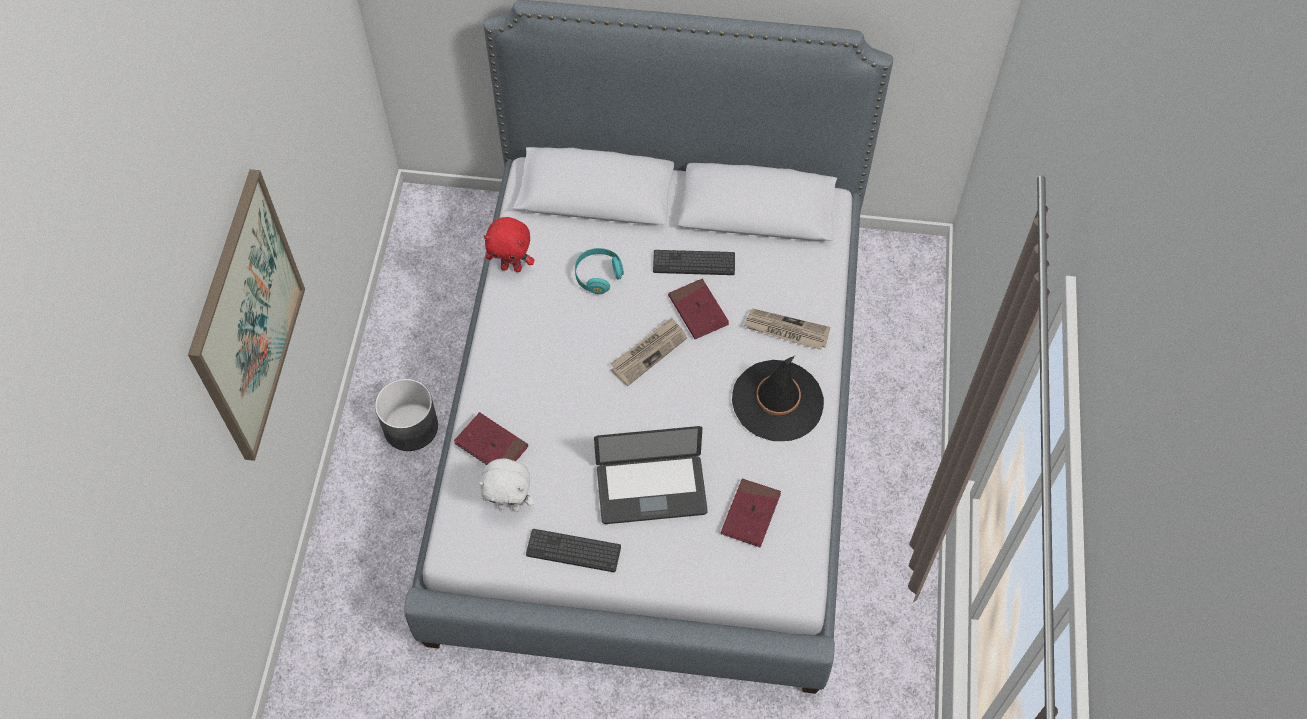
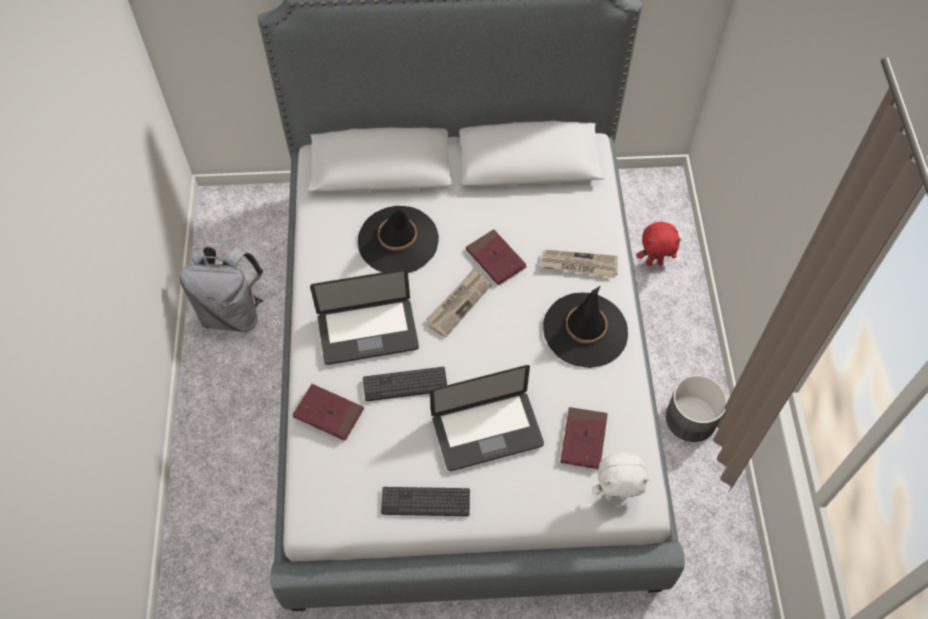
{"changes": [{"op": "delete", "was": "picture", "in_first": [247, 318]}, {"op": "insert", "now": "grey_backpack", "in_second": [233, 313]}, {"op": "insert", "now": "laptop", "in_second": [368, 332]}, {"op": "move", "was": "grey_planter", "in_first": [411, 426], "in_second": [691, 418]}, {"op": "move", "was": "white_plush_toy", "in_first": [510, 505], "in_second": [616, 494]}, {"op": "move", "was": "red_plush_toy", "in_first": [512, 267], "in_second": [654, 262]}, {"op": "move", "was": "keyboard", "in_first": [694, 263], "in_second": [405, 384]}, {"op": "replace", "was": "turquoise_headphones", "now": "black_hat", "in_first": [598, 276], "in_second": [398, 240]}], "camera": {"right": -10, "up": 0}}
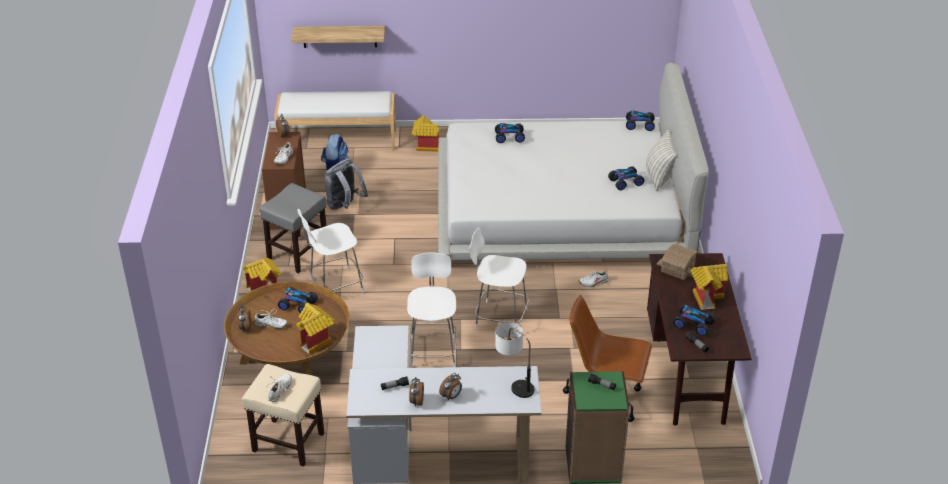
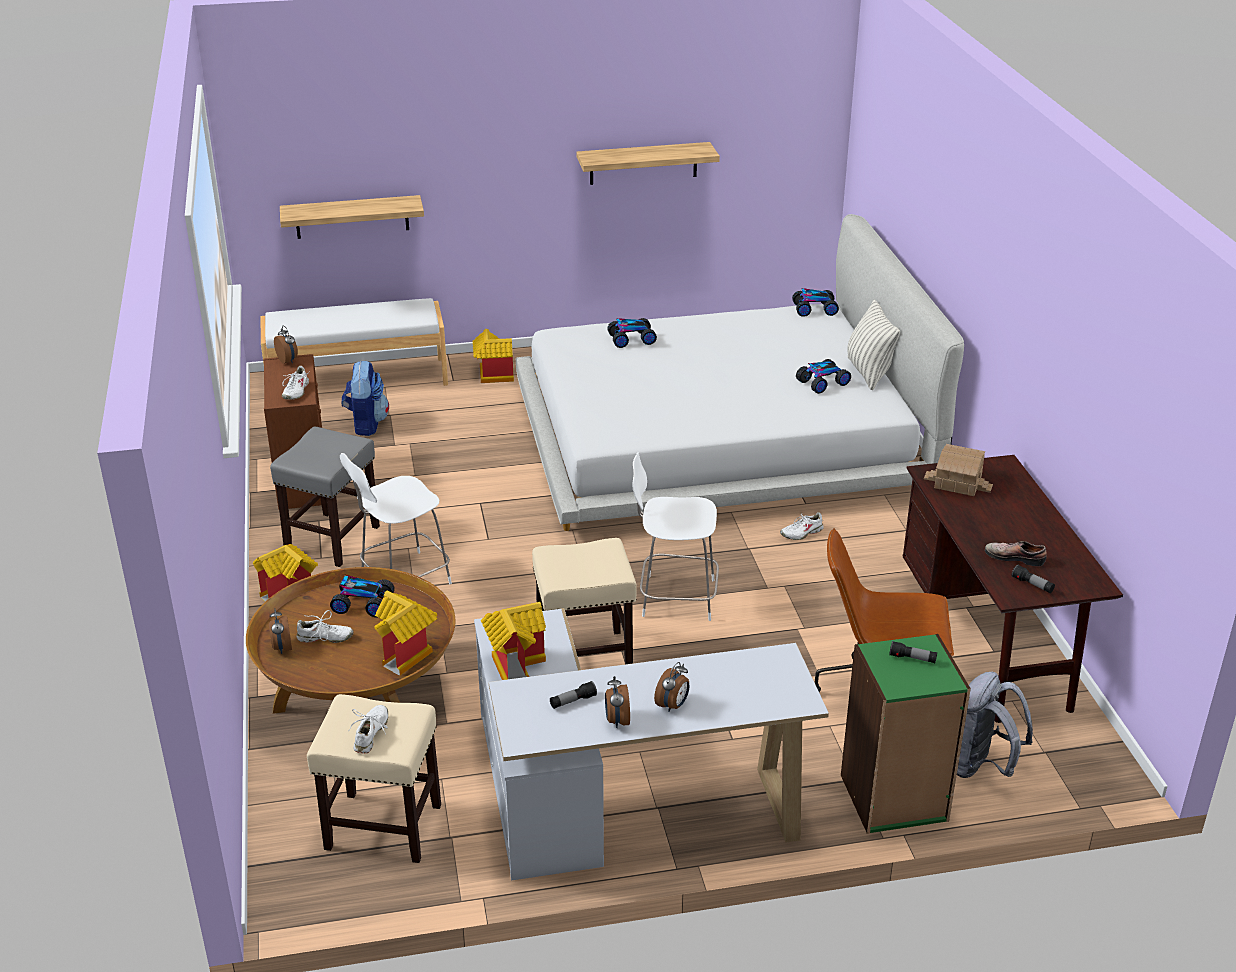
{"changes": [{"op": "delete", "was": "table_lamp", "in_first": [514, 383]}, {"op": "insert", "now": "shelf", "in_second": [643, 163]}, {"op": "move", "was": "grey_backpack", "in_first": [345, 206], "in_second": [979, 766]}, {"op": "move", "was": "toy_house", "in_first": [706, 296], "in_second": [515, 663]}, {"op": "replace", "was": "white_chair", "now": "beige_stool", "in_first": [433, 350], "in_second": [585, 656]}, {"op": "replace", "was": "toy_car", "now": "shoe", "in_first": [693, 325], "in_second": [1014, 556]}], "camera": {"right": -10, "up": -5}}
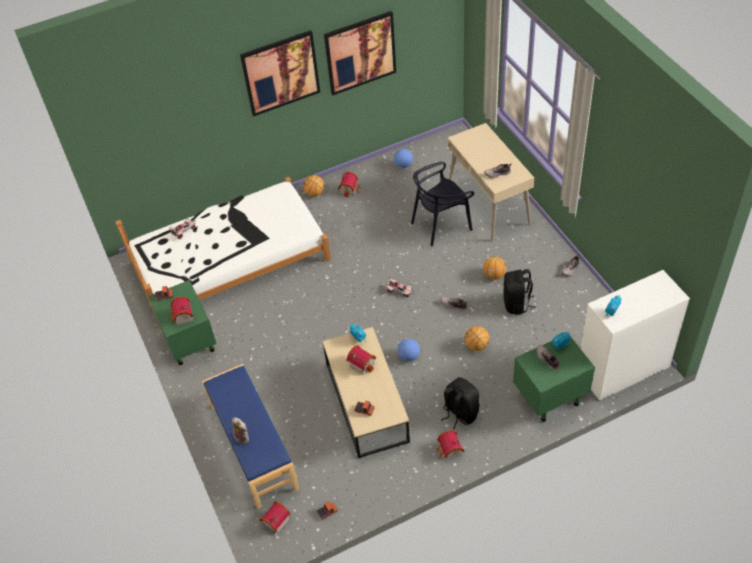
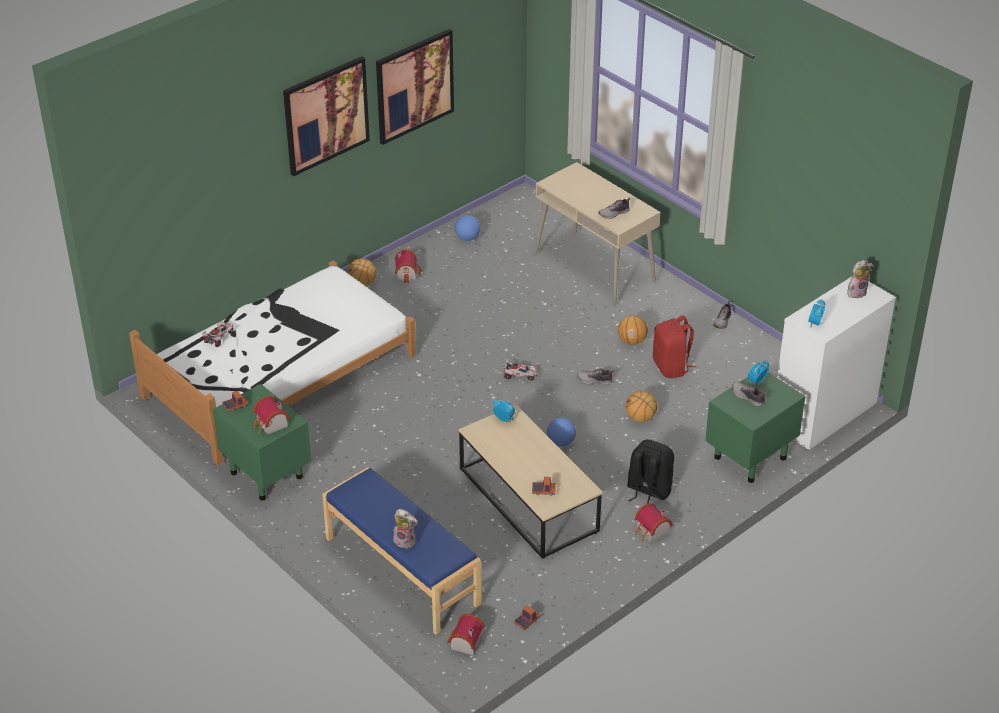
{"changes": [{"op": "delete", "was": "toy_house", "in_first": [362, 363]}, {"op": "delete", "was": "black_chair", "in_first": [441, 225]}, {"op": "insert", "now": "plush_toy", "in_second": [856, 292]}, {"op": "recolor", "was": "black_backpack", "now": "red_backpack", "in_first": [516, 304], "in_second": [671, 367]}], "camera": {"right": -20, "up": -10}}
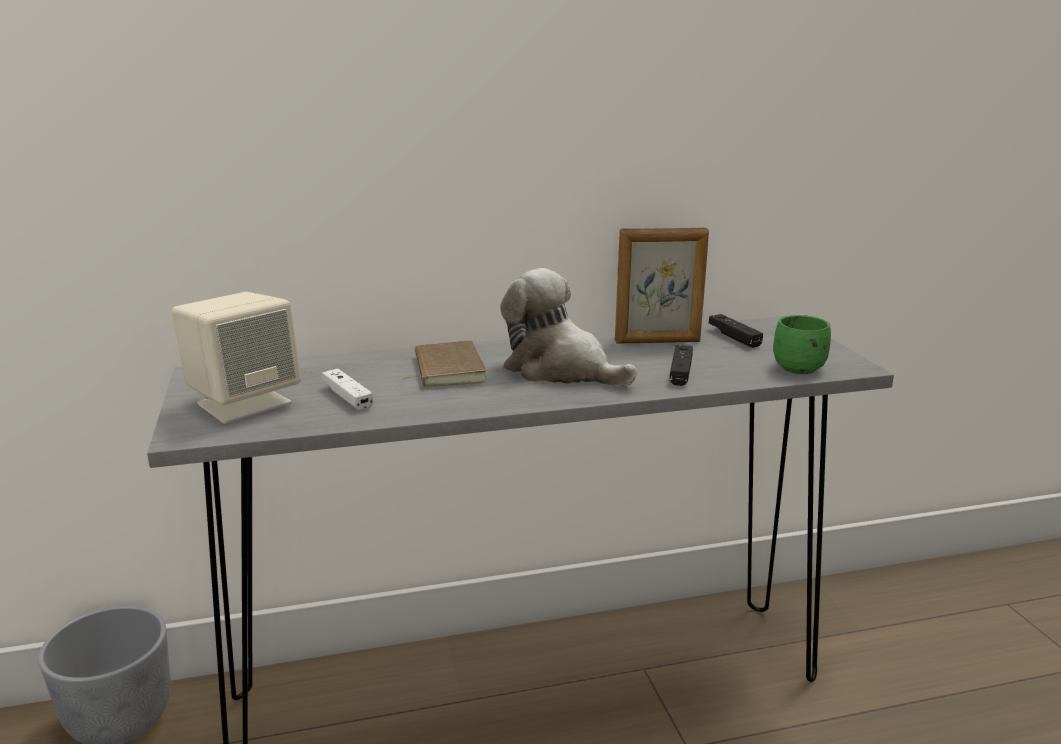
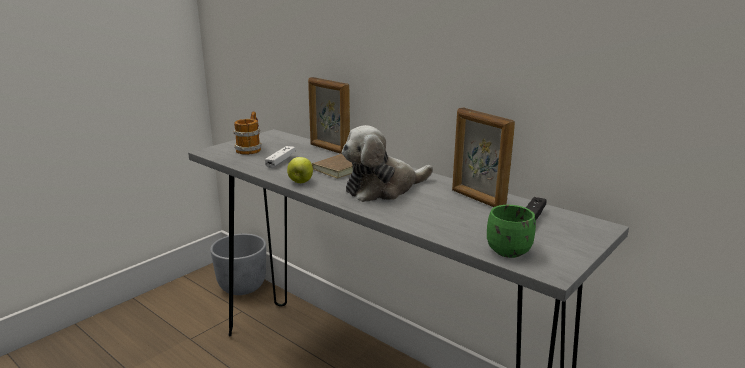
{"changes": [{"op": "delete", "was": "black_game_controller", "in_first": [680, 372]}, {"op": "insert", "now": "apple", "in_second": [300, 182]}, {"op": "insert", "now": "picture_frame", "in_second": [329, 149]}, {"op": "replace", "was": "beige_speaker", "now": "mug", "in_first": [244, 403], "in_second": [251, 149]}, {"op": "rotate", "was": "plush_toy", "in_first": [561, 370], "in_second": [383, 189], "clockwise": -120}], "camera": {"right": 55, "up": 0}}
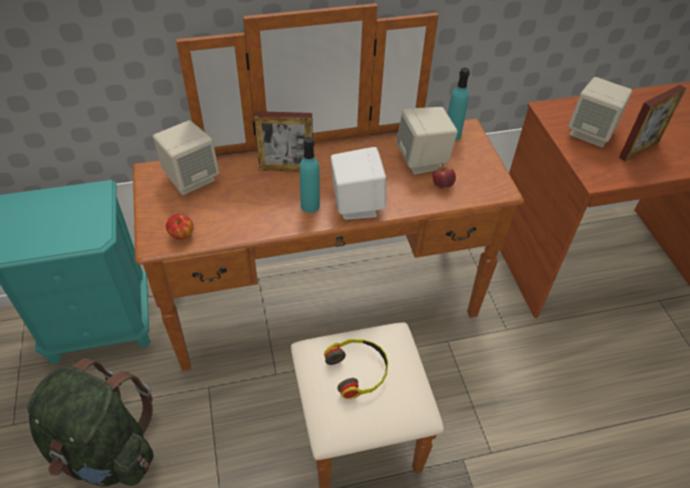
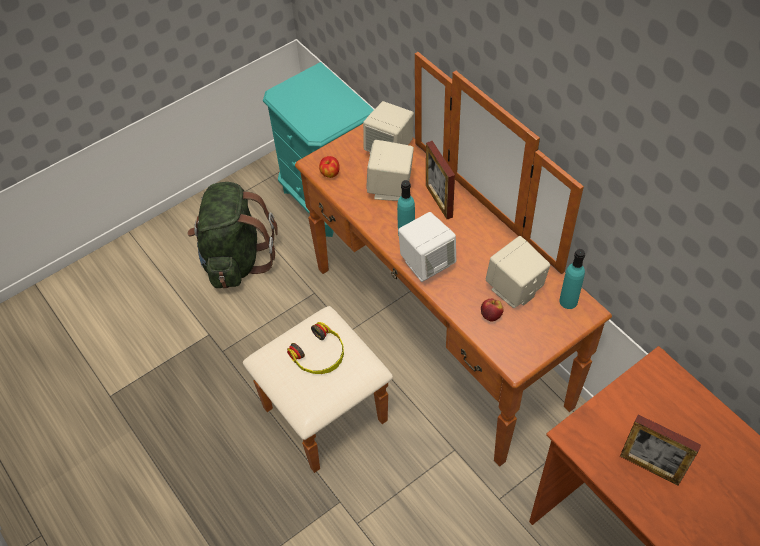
{"changes": [{"op": "move", "was": "beige_speaker", "in_first": [591, 133], "in_second": [391, 188]}], "camera": {"right": 70, "up": 5}}
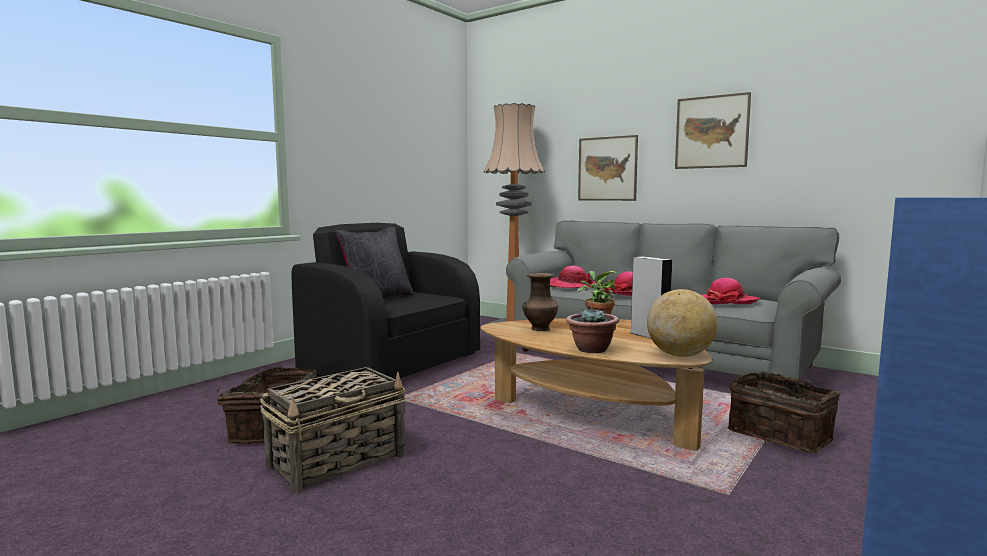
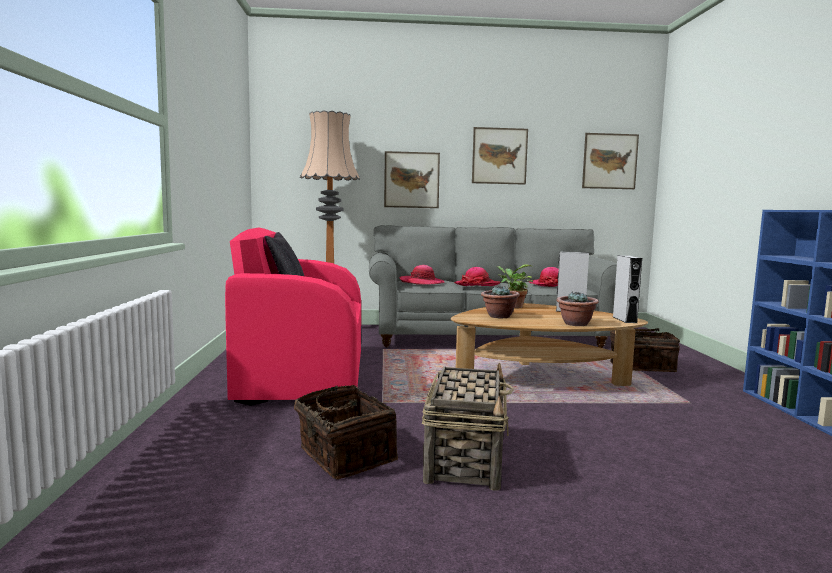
{"changes": [{"op": "insert", "now": "picture", "in_second": [610, 161]}, {"op": "replace", "was": "brown_vase", "now": "potted_plant", "in_first": [539, 329], "in_second": [499, 316]}, {"op": "replace", "was": "globe", "now": "grey_speaker", "in_first": [680, 355], "in_second": [624, 319]}, {"op": "recolor", "was": "black_armchair", "now": "pink_armchair", "in_first": [393, 364], "in_second": [302, 377]}], "camera": {"right": -40, "up": 0}}
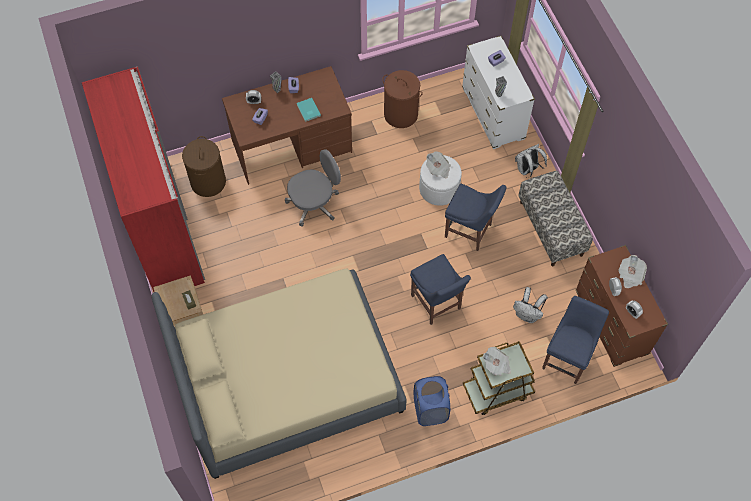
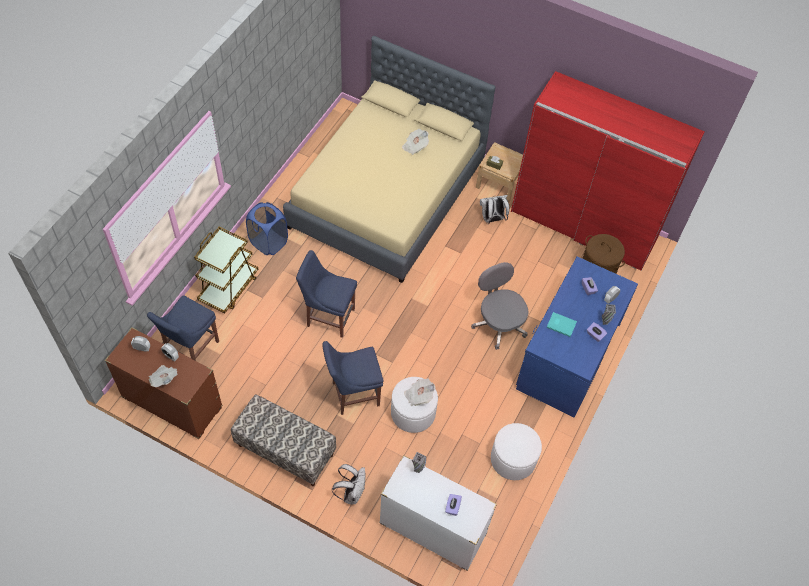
{"changes": [{"op": "move", "was": "newspaper", "in_first": [496, 365], "in_second": [415, 146]}, {"op": "move", "was": "white_backpack", "in_first": [527, 315], "in_second": [492, 219]}, {"op": "replace", "was": "brown_laundry_basket", "now": "white_ottoman", "in_first": [401, 114], "in_second": [513, 459]}, {"op": "recolor", "was": "brown_desk", "now": "blue_desk", "in_first": [292, 146], "in_second": [567, 356]}, {"op": "rotate", "was": "grey_office_chair", "in_first": [314, 203], "in_second": [498, 323], "clockwise": 135}, {"op": "rotate", "was": "blue_chair", "in_first": [567, 358], "in_second": [190, 349], "clockwise": 45}], "camera": {"right": 135, "up": -5}}
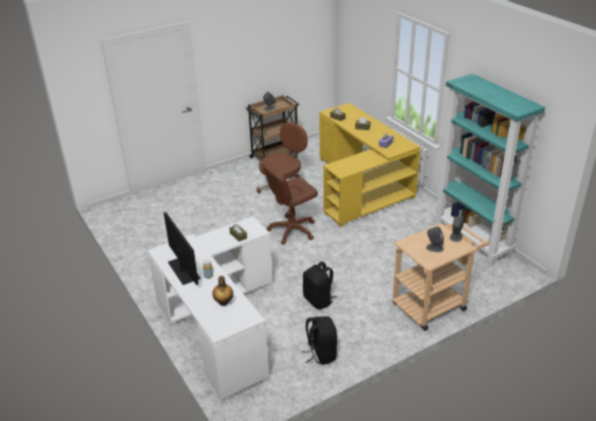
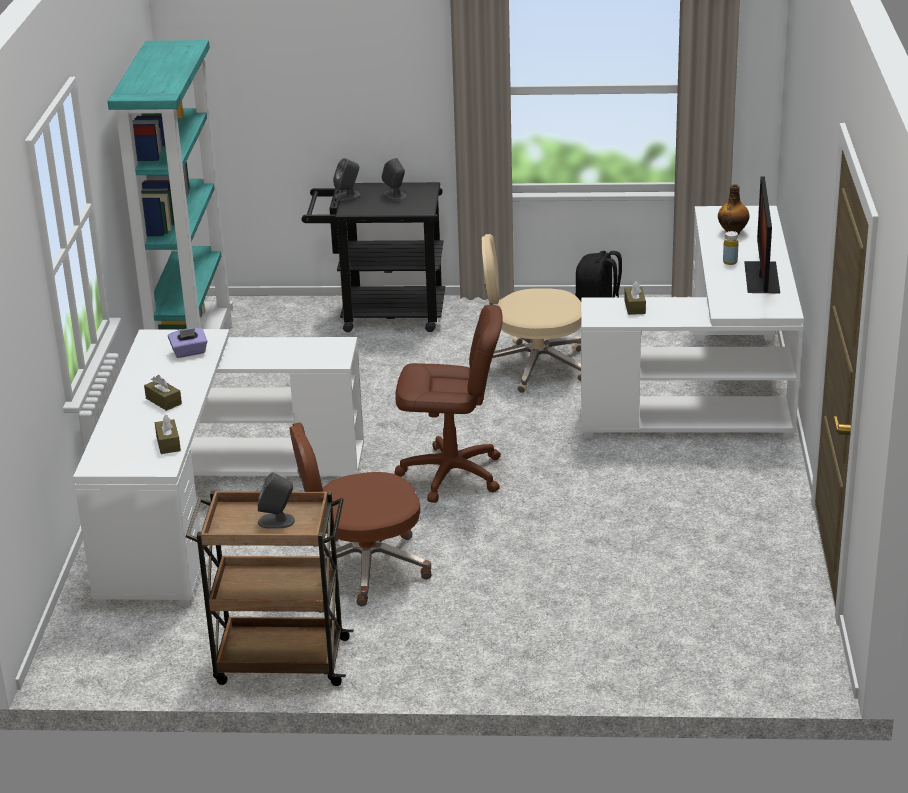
{"changes": [{"op": "replace", "was": "black_backpack", "now": "beige_office_chair", "in_first": [318, 300], "in_second": [533, 366]}, {"op": "recolor", "was": "yellow_desk", "now": "white_desk", "in_first": [362, 186], "in_second": [207, 506]}, {"op": "recolor", "was": "beige_cart", "now": "black_cart", "in_first": [434, 304], "in_second": [381, 314]}], "camera": {"right": -145, "up": -5}}
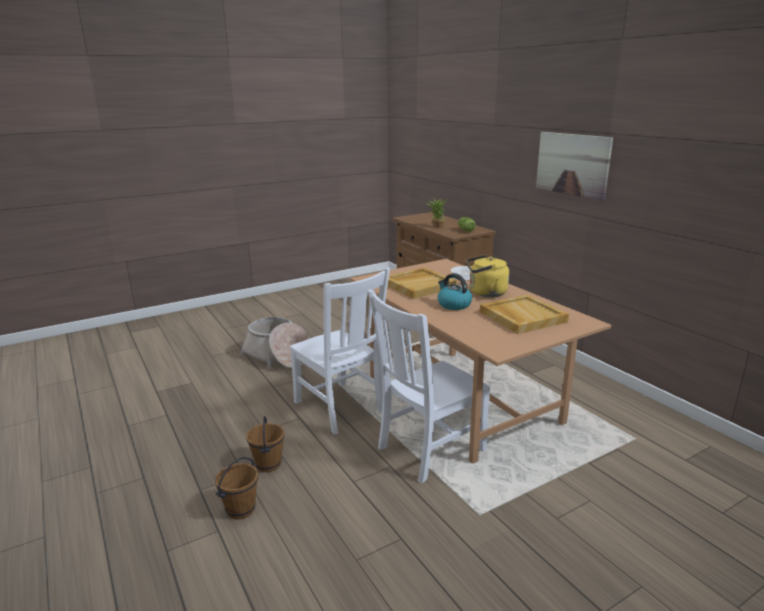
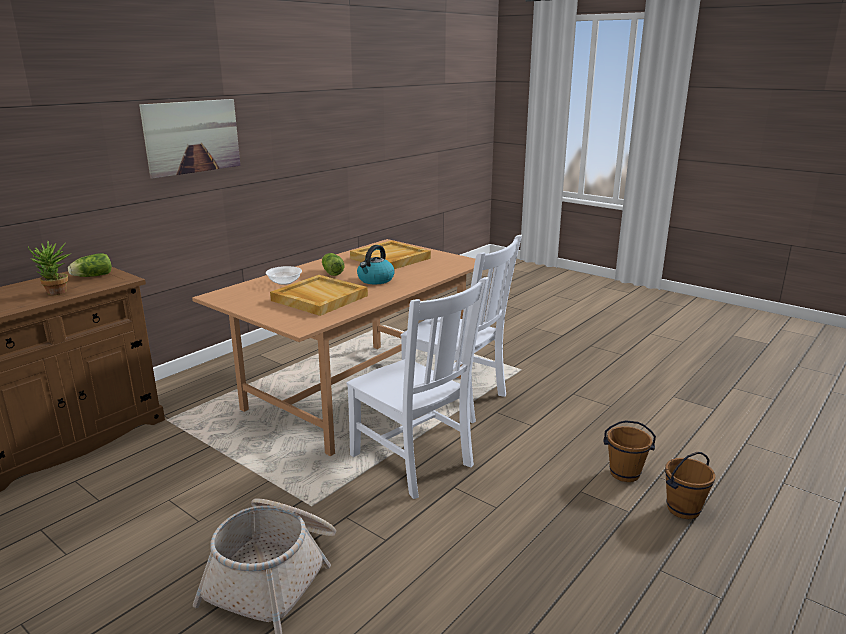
{"changes": [{"op": "move", "was": "brown_bucket", "in_first": [268, 464], "in_second": [683, 510]}, {"op": "replace", "was": "yellow_kettle", "now": "lettuce", "in_first": [485, 293], "in_second": [332, 272]}, {"op": "rotate", "was": "white_chair", "in_first": [340, 408], "in_second": [414, 462], "clockwise": 105}], "camera": {"right": -110, "up": 0}}
